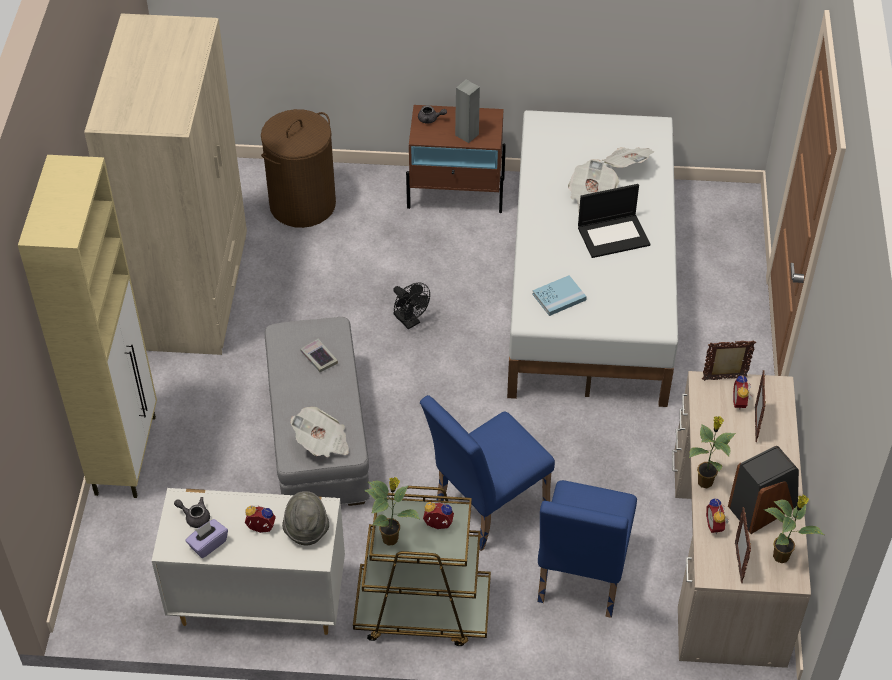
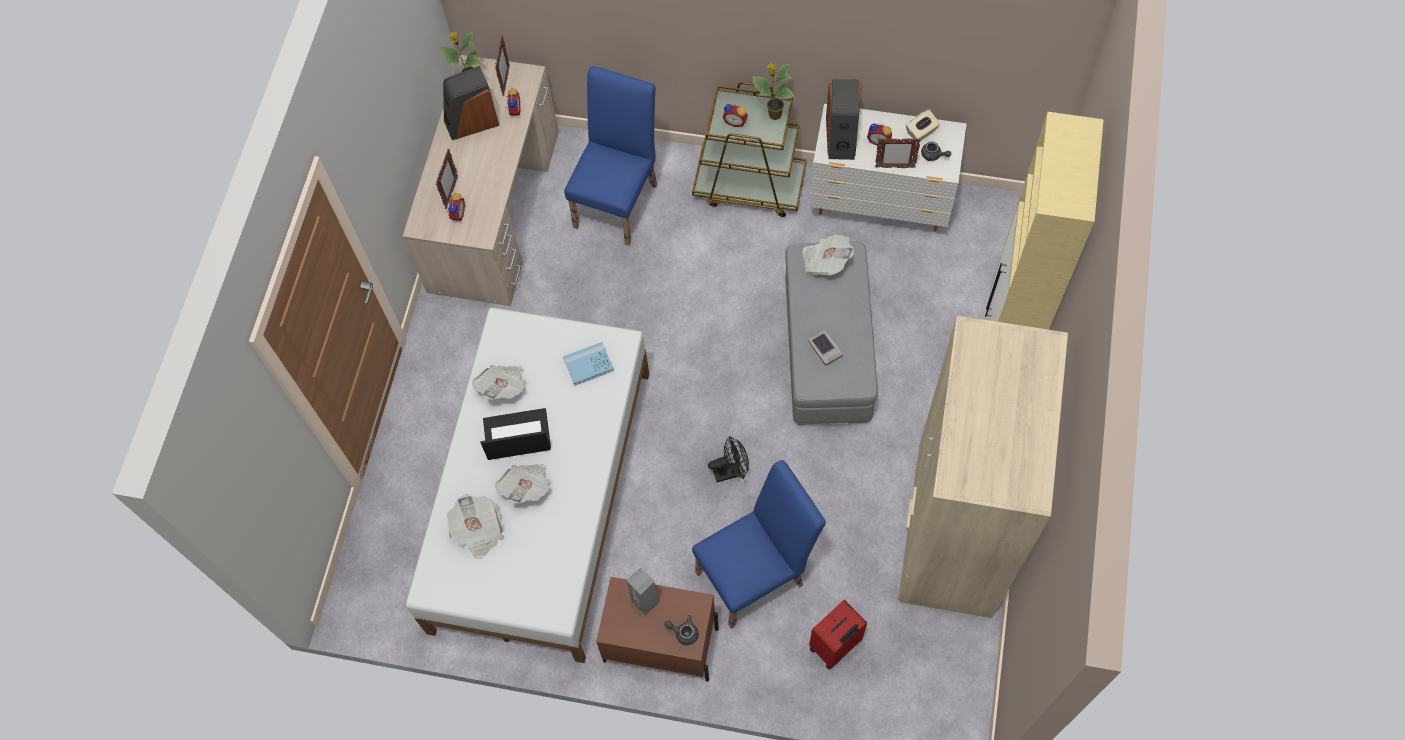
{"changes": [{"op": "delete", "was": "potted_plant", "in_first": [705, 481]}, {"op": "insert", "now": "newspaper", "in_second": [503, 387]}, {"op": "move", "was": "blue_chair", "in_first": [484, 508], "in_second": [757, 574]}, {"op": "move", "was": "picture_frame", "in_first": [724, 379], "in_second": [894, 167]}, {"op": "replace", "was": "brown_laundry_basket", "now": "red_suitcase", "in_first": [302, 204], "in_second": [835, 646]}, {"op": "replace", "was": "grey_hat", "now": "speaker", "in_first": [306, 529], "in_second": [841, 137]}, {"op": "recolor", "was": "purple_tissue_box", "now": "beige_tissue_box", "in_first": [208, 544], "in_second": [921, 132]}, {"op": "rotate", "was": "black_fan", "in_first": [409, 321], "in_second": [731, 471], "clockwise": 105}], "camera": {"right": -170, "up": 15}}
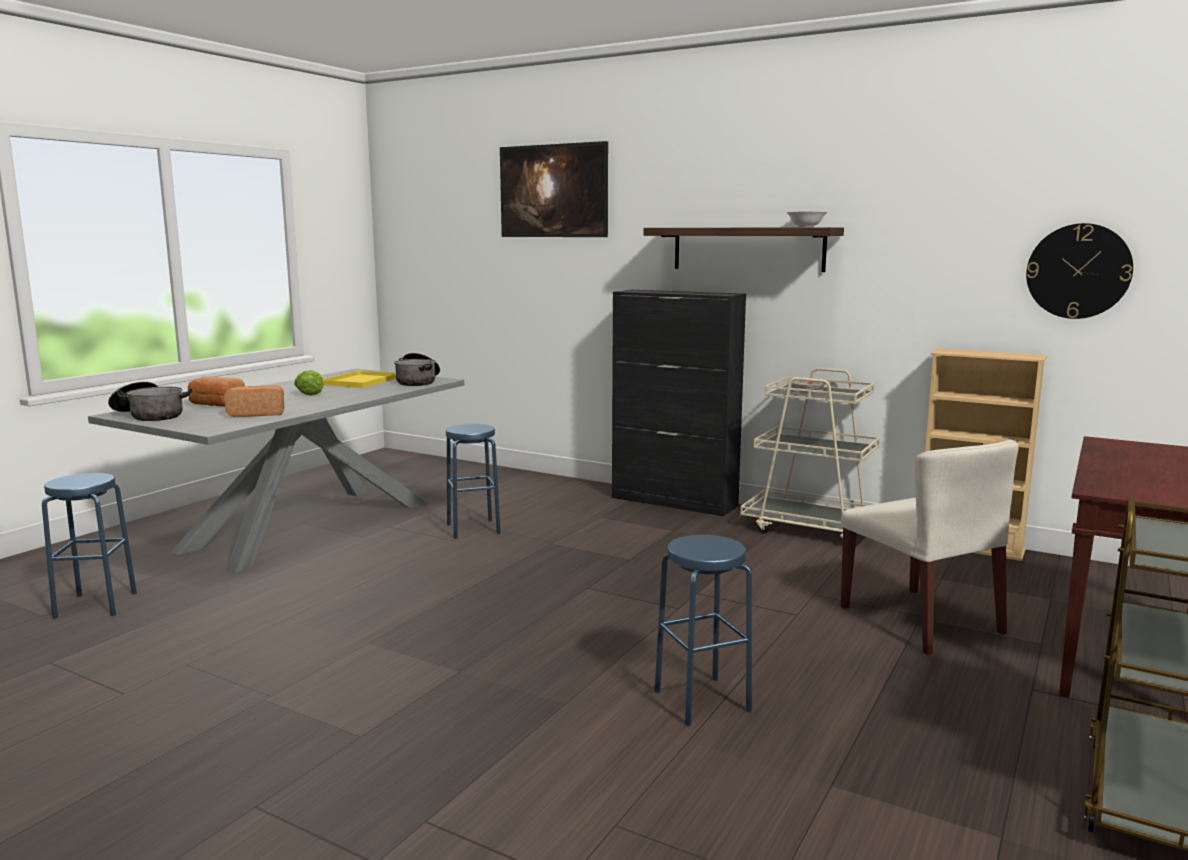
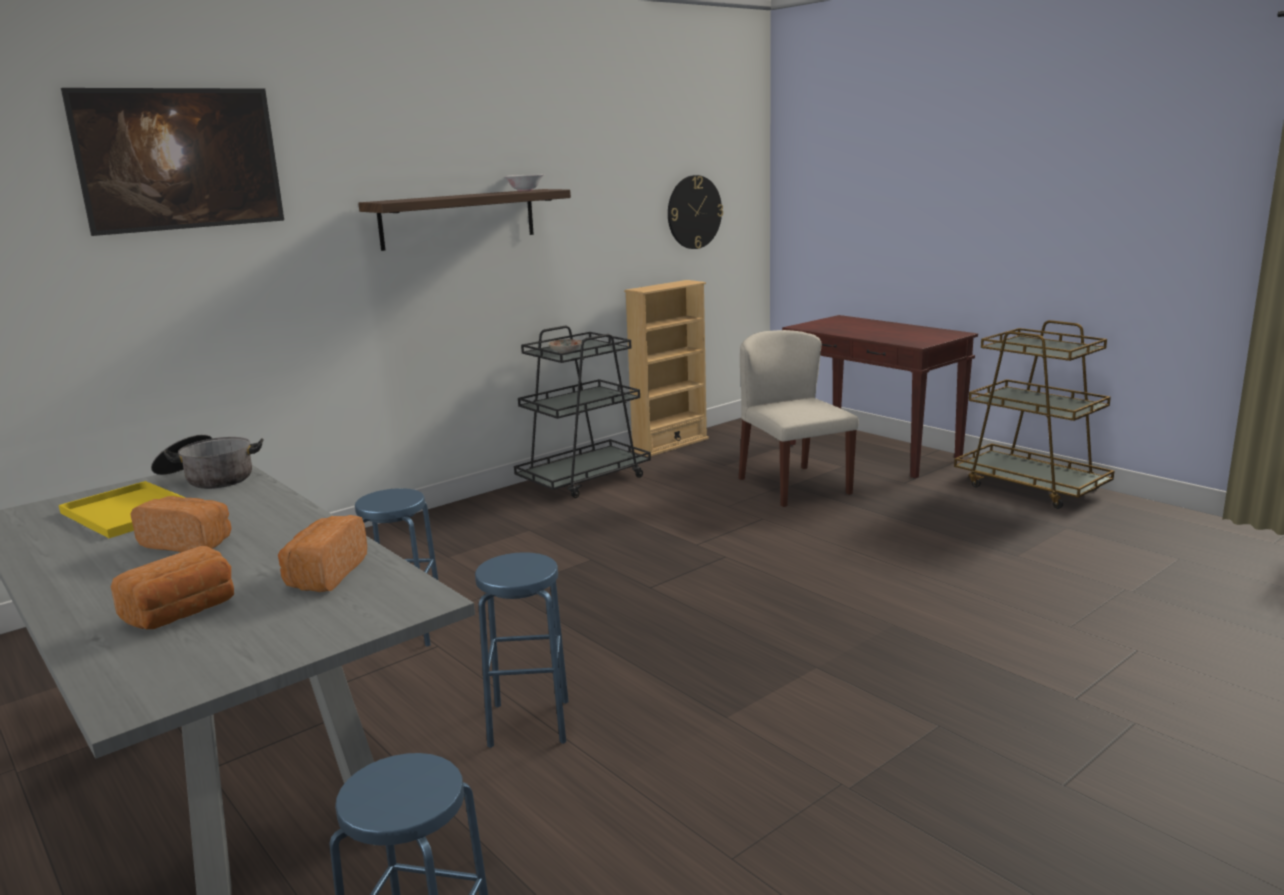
{"changes": [{"op": "delete", "was": "cooking_pot", "in_first": [150, 416]}, {"op": "delete", "was": "black_cabinet", "in_first": [674, 502]}, {"op": "move", "was": "blue_stool", "in_first": [702, 701], "in_second": [529, 723]}, {"op": "replace", "was": "lettuce", "now": "bread", "in_first": [311, 393], "in_second": [189, 543]}, {"op": "recolor", "was": "beige_cart", "now": "black_cart", "in_first": [812, 529], "in_second": [584, 480]}, {"op": "rotate", "was": "beige_chair", "in_first": [921, 620], "in_second": [793, 485], "clockwise": -105}], "camera": {"right": -70, "up": 5}}
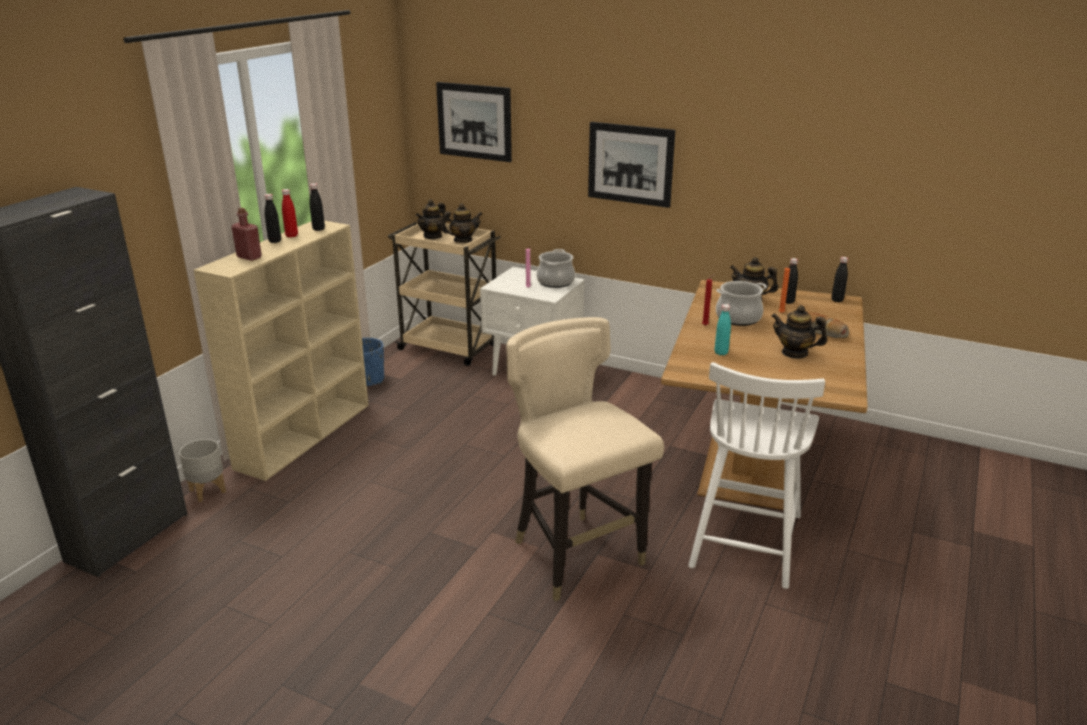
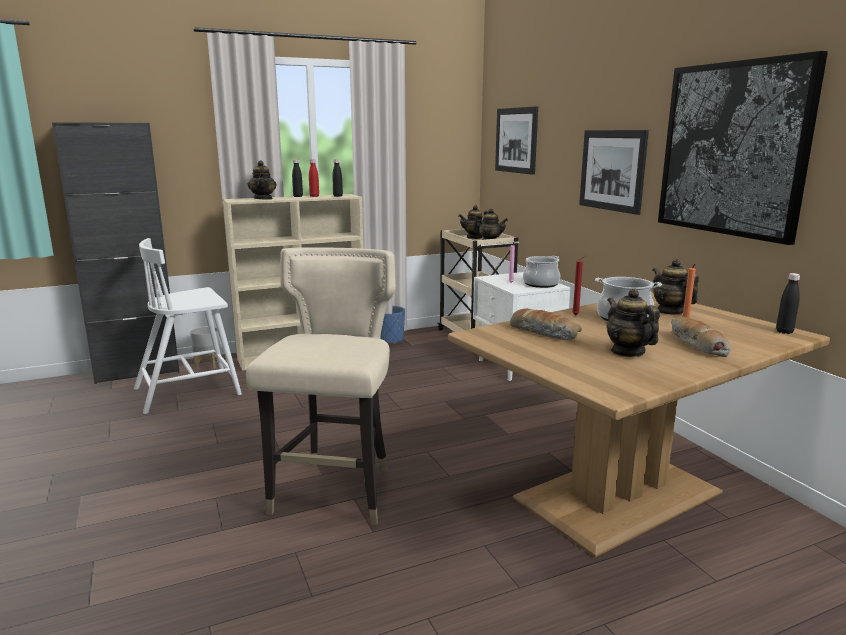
{"changes": [{"op": "delete", "was": "black_bottle", "in_first": [788, 302]}, {"op": "insert", "now": "picture", "in_second": [732, 149]}, {"op": "move", "was": "white_chair", "in_first": [746, 538], "in_second": [189, 391]}, {"op": "replace", "was": "red_bottle", "now": "teapot", "in_first": [249, 257], "in_second": [263, 199]}, {"op": "replace", "was": "turquoise_bottle", "now": "bread", "in_first": [721, 353], "in_second": [545, 333]}], "camera": {"right": 40, "up": -10}}
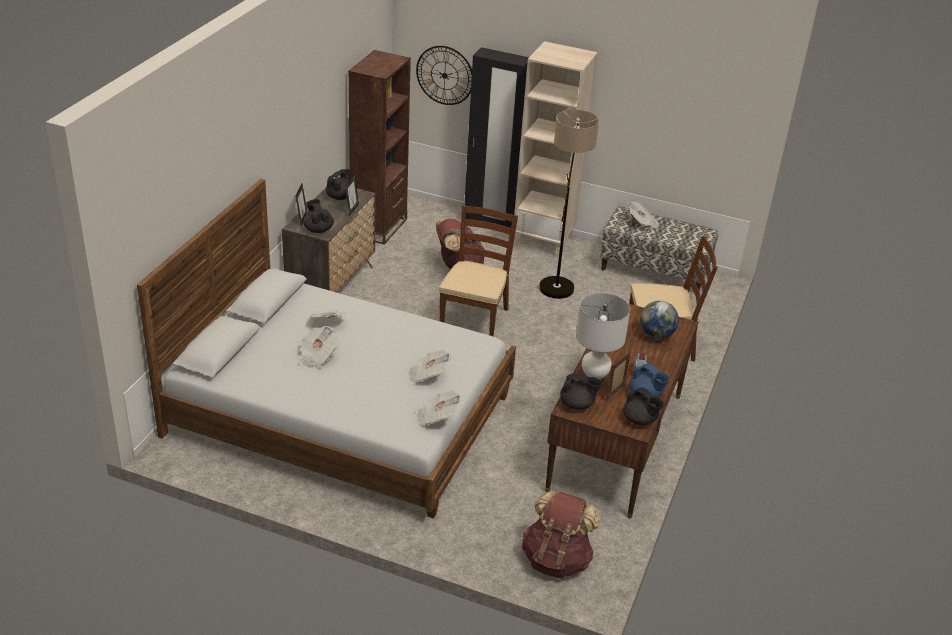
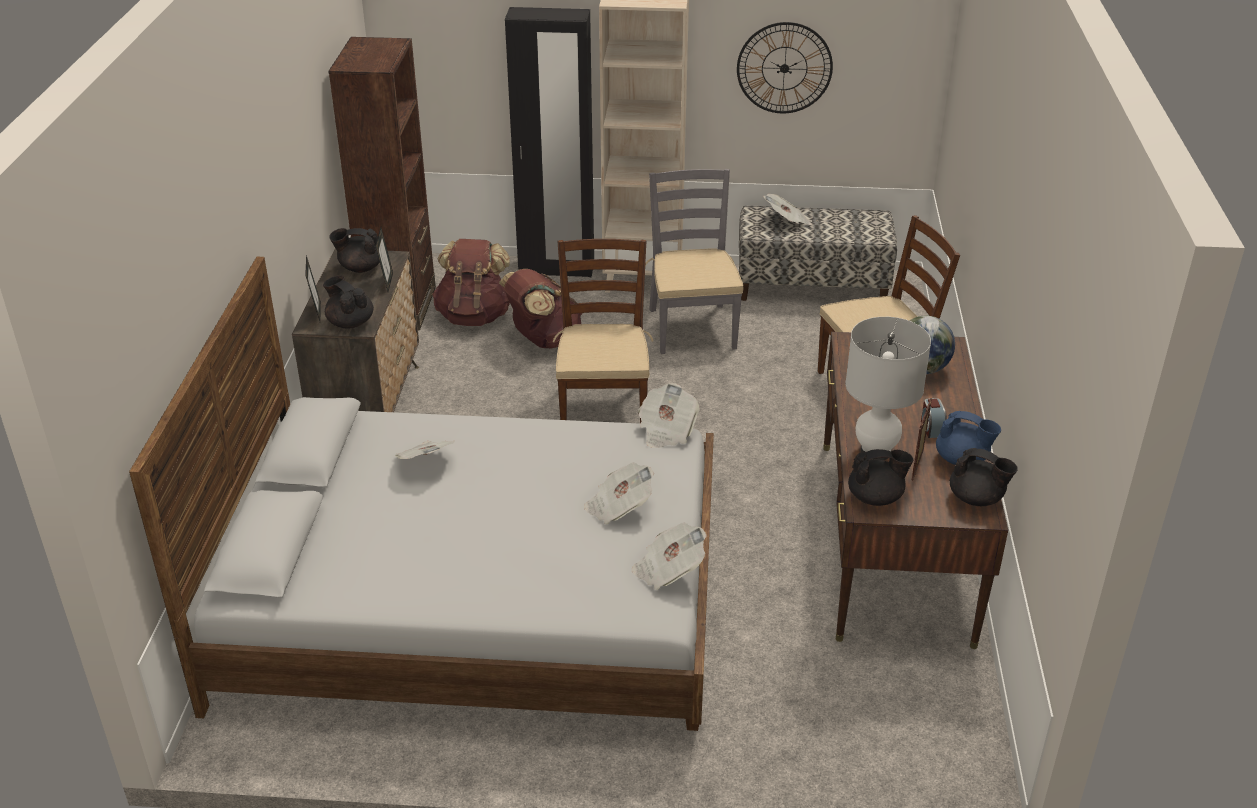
{"changes": [{"op": "move", "was": "newspaper", "in_first": [317, 356], "in_second": [666, 430]}, {"op": "move", "was": "wall_clock", "in_first": [444, 75], "in_second": [784, 68]}, {"op": "move", "was": "brown_backpack", "in_first": [556, 559], "in_second": [474, 316]}, {"op": "replace", "was": "floor_lamp", "now": "grey_chair", "in_first": [558, 280], "in_second": [692, 328]}, {"op": "rotate", "was": "black_teapot", "in_first": [340, 197], "in_second": [360, 268], "clockwise": -105}], "camera": {"right": -15, "up": 0}}
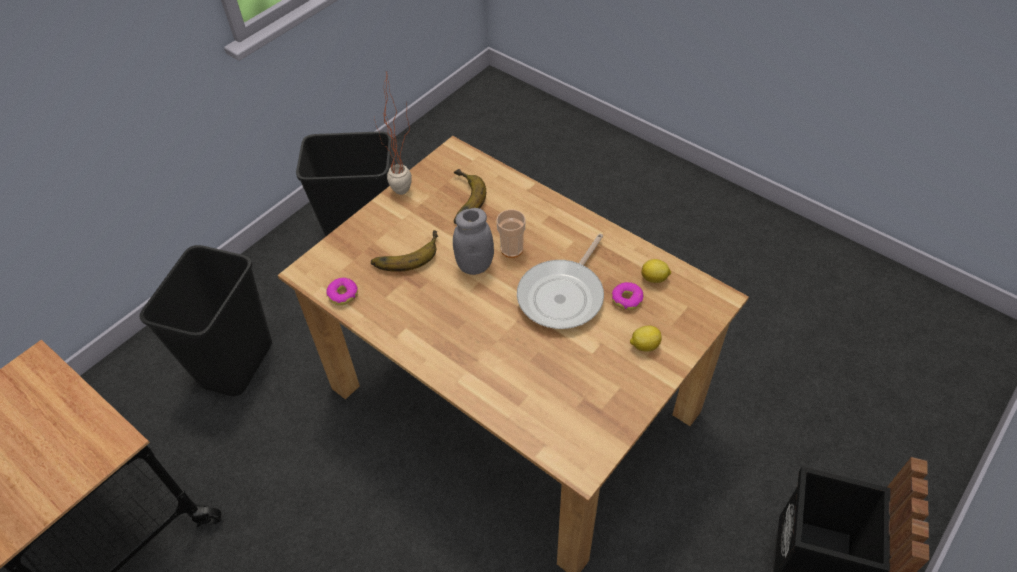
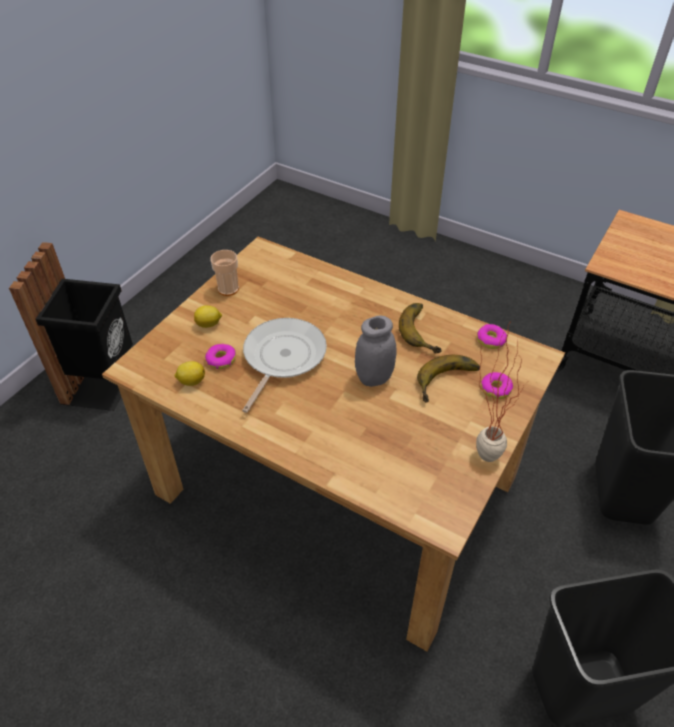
{"changes": [{"op": "insert", "now": "donut", "in_second": [496, 389]}, {"op": "move", "was": "banana", "in_first": [460, 200], "in_second": [424, 330]}, {"op": "move", "was": "cup", "in_first": [512, 249], "in_second": [228, 289]}], "camera": {"right": 170, "up": -5}}
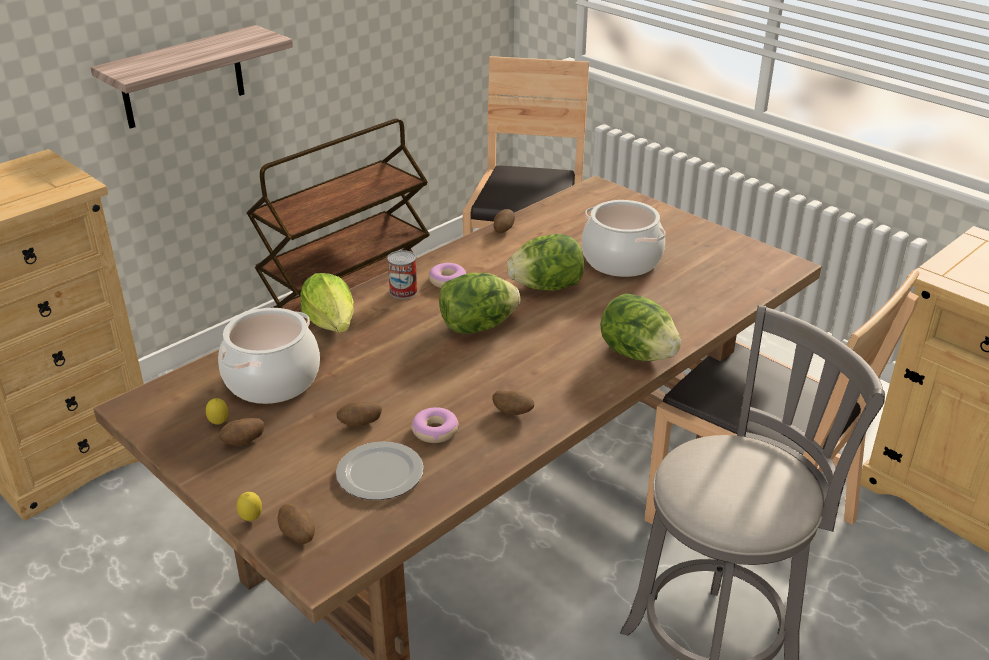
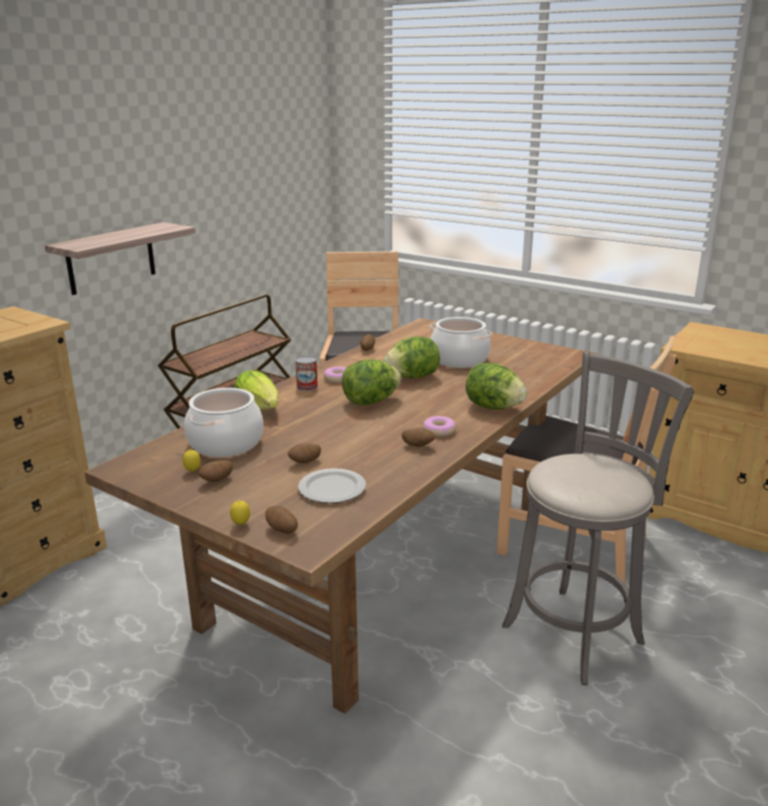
{"changes": [{"op": "move", "was": "donut", "in_first": [435, 431], "in_second": [439, 431]}], "camera": {"right": -10, "up": -10}}
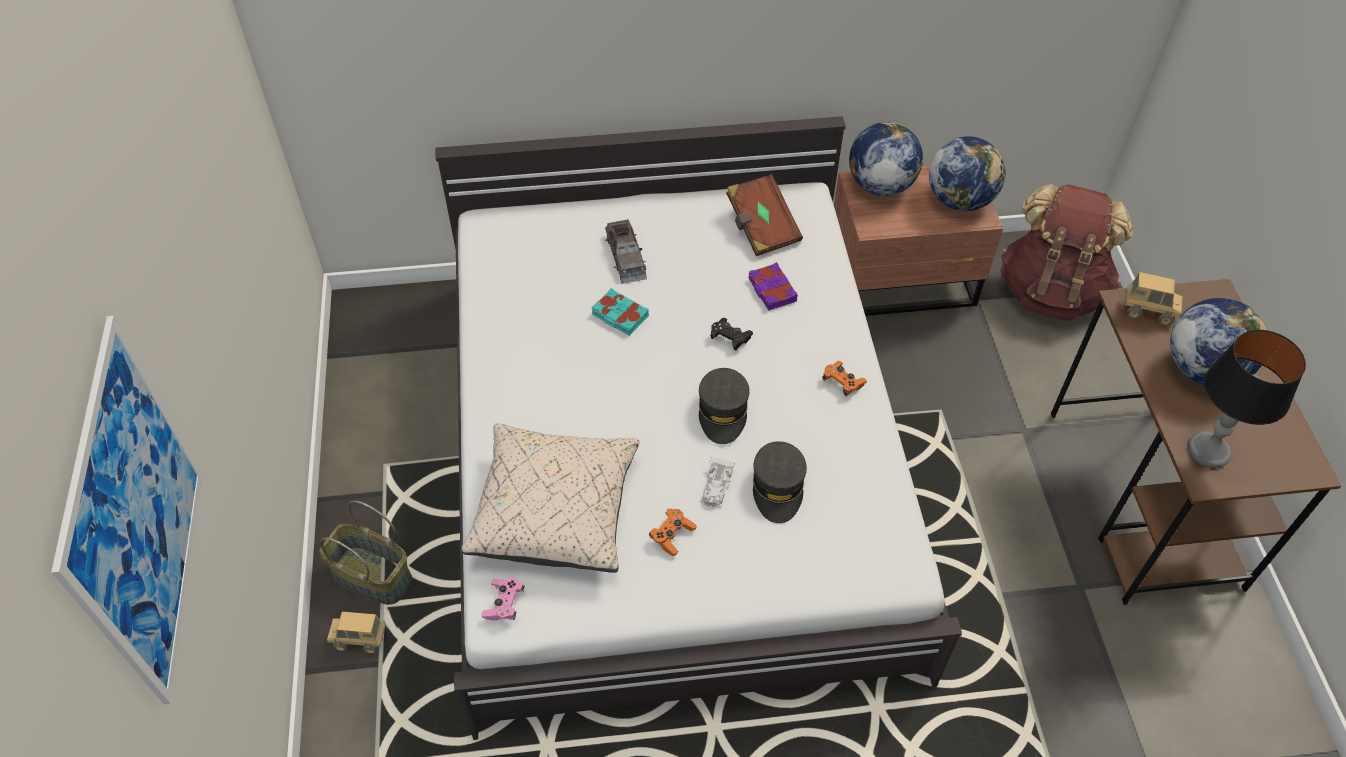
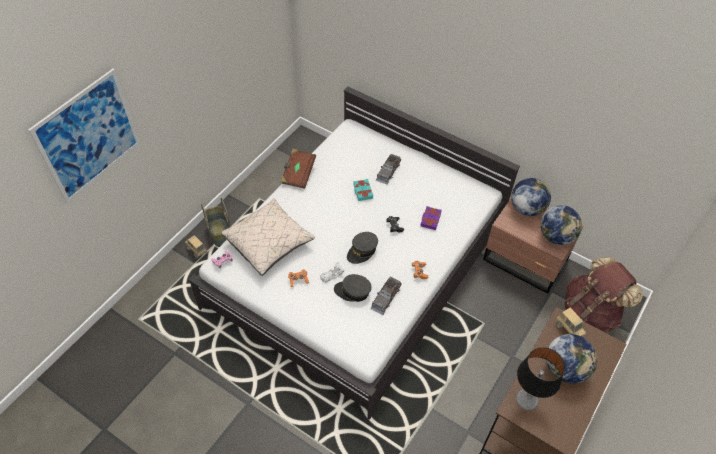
{"changes": [{"op": "insert", "now": "grey_toy_car", "in_second": [386, 297]}, {"op": "move", "was": "brown_book", "in_first": [761, 227], "in_second": [298, 174]}, {"op": "rotate", "was": "grey_cap", "in_first": [778, 487], "in_second": [353, 291], "clockwise": 60}], "camera": {"right": 40, "up": 0}}
